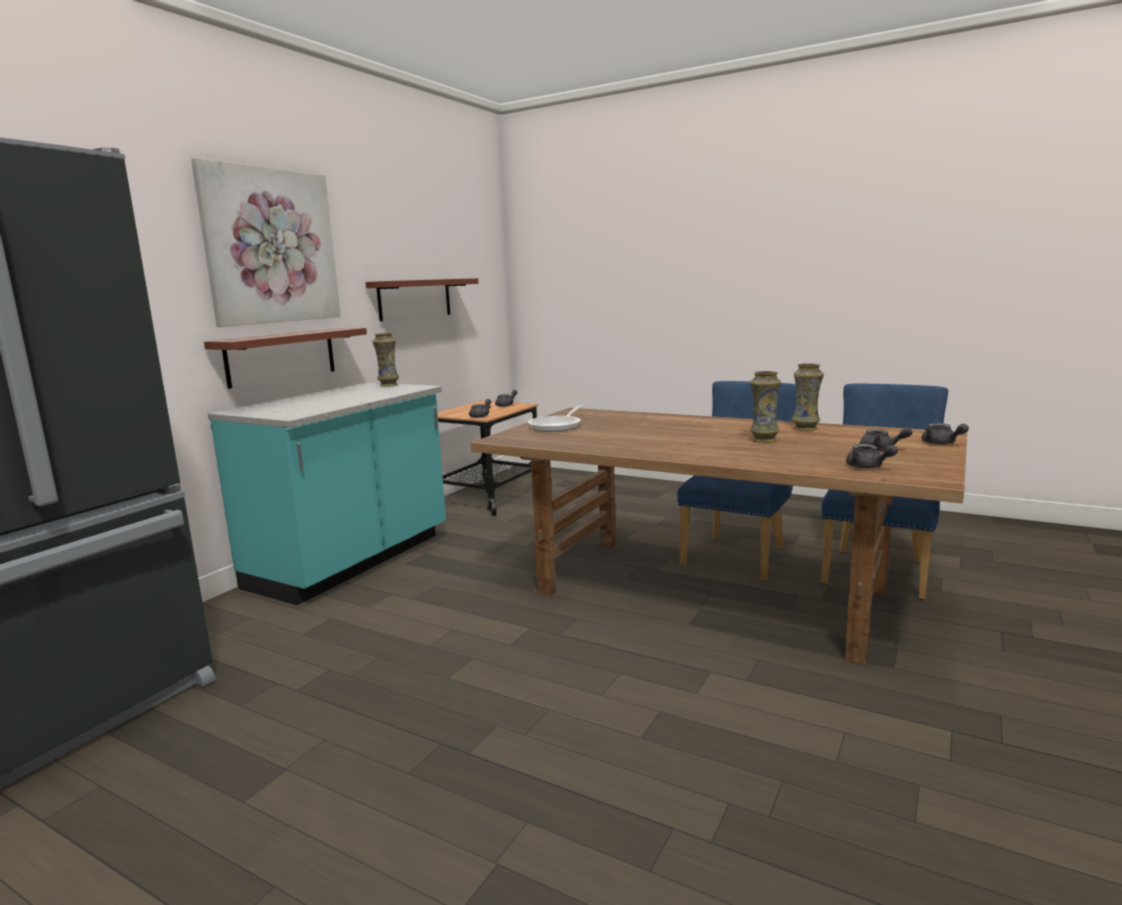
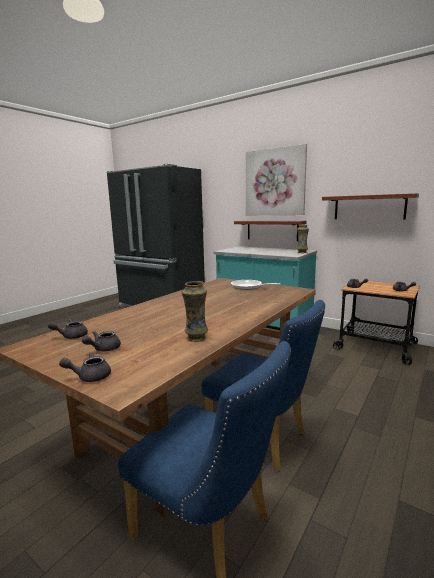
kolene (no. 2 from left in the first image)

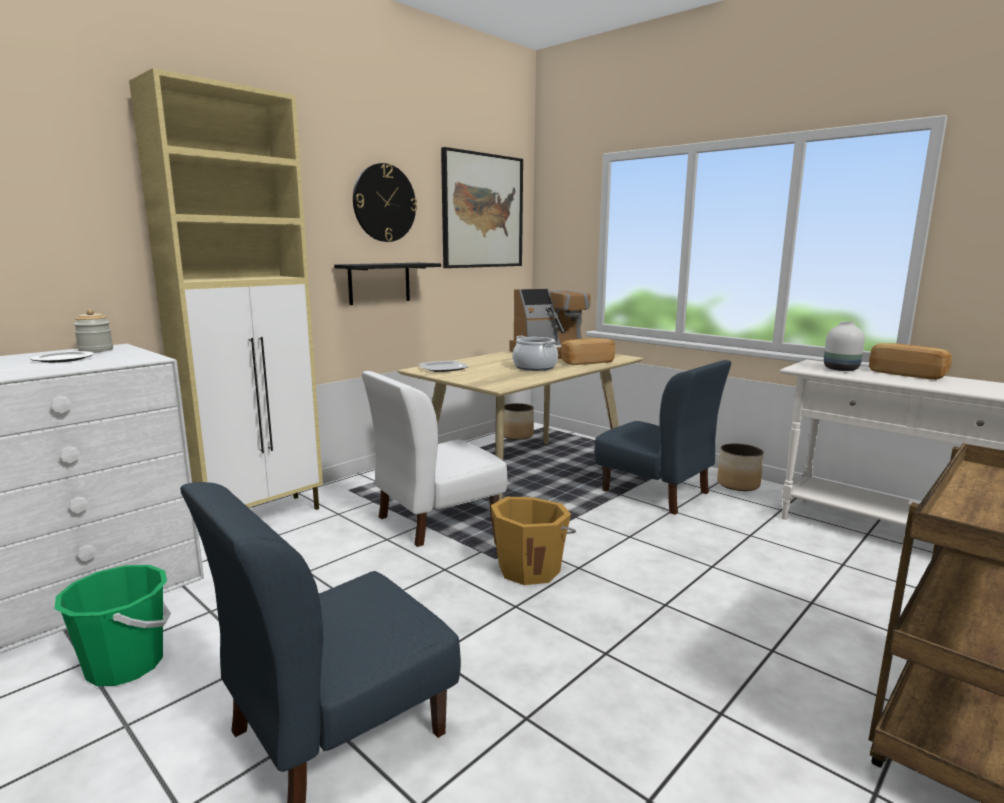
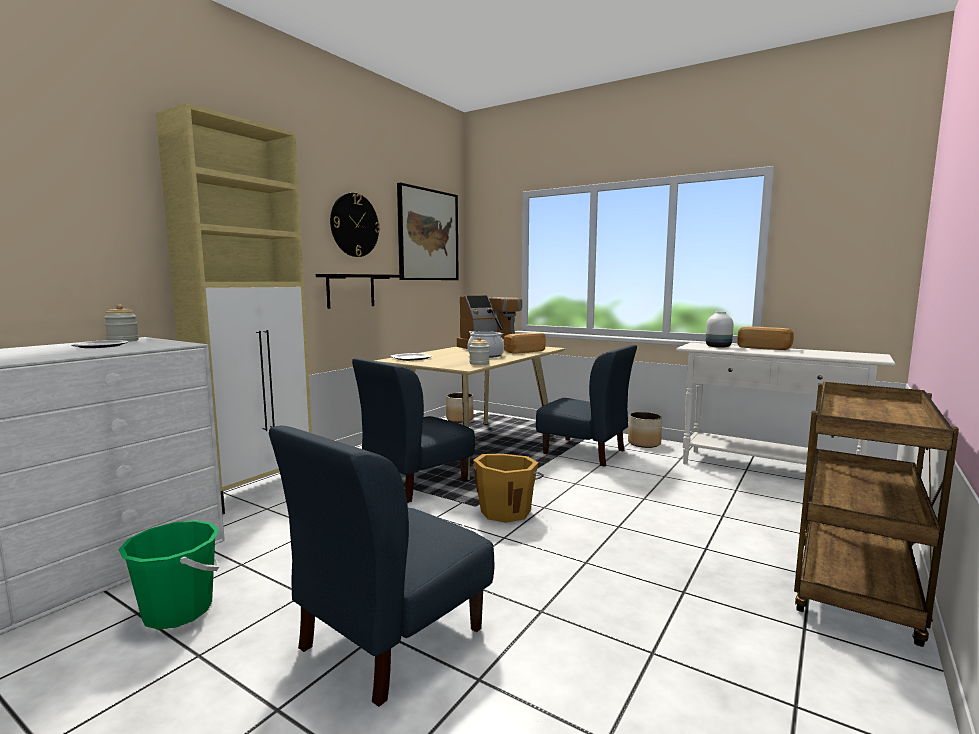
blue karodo (no. 2 from left)
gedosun (no. 2 from left)

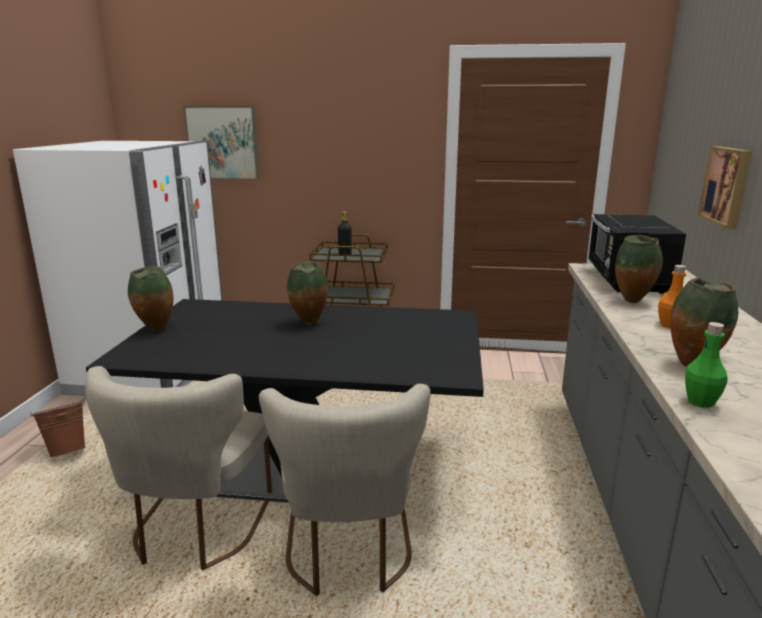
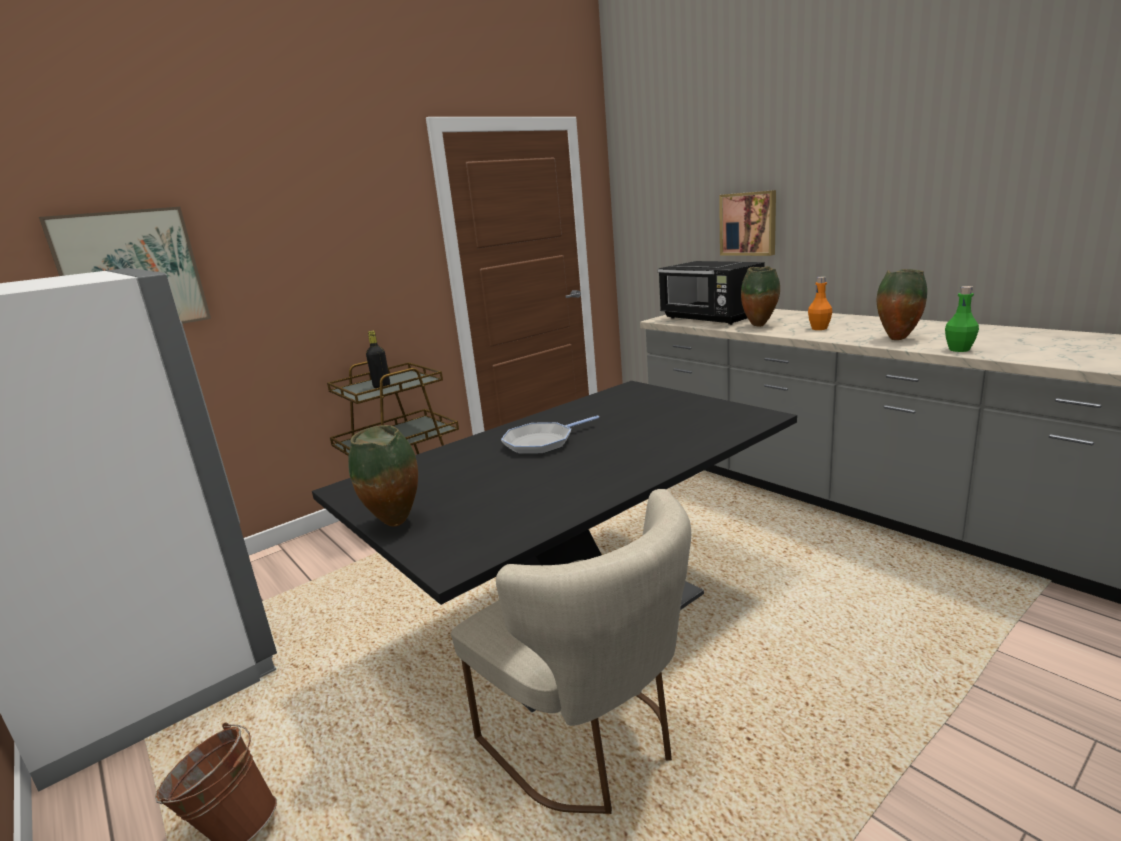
beige karodo (no. 2 from left in the first image)
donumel

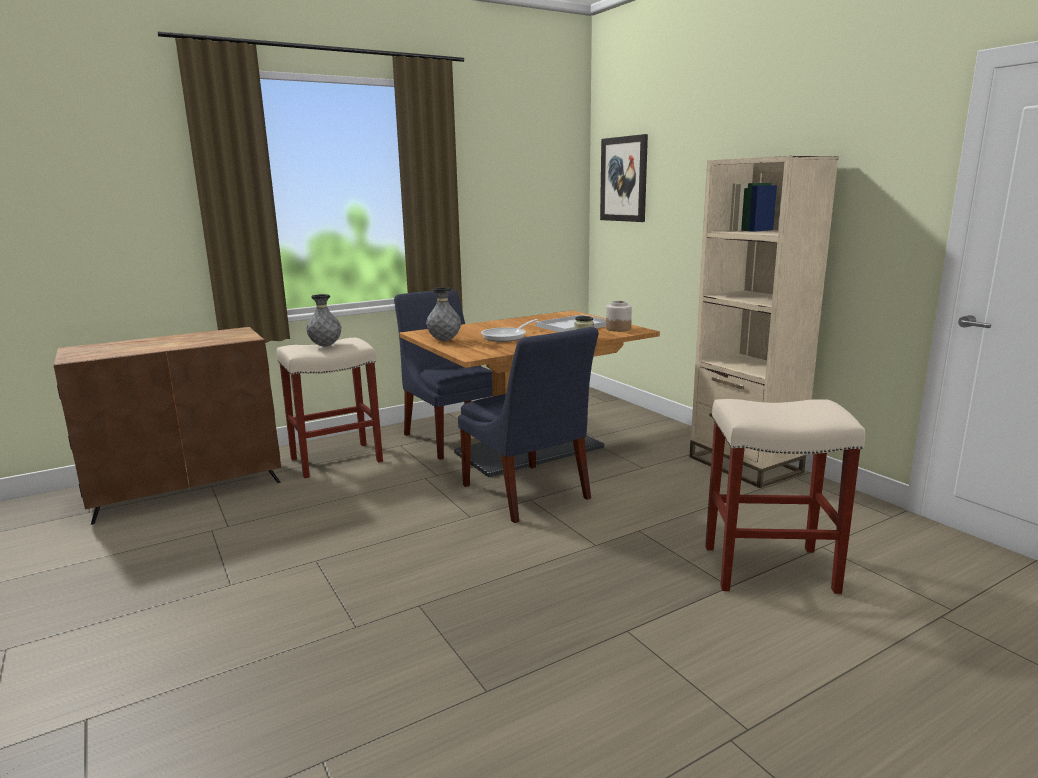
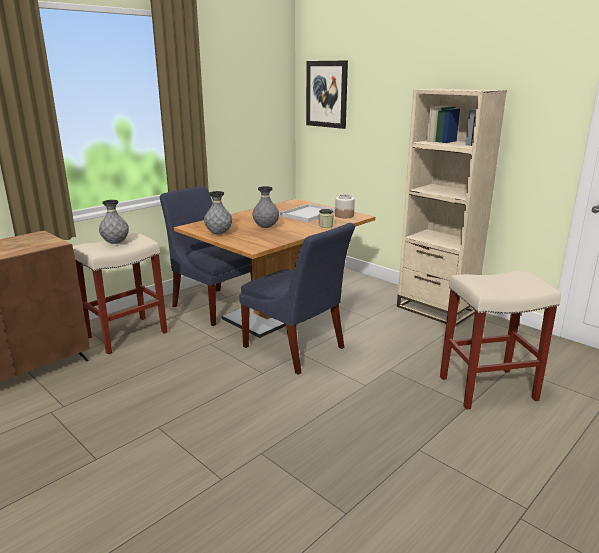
grey kolene (no. 3 from left)

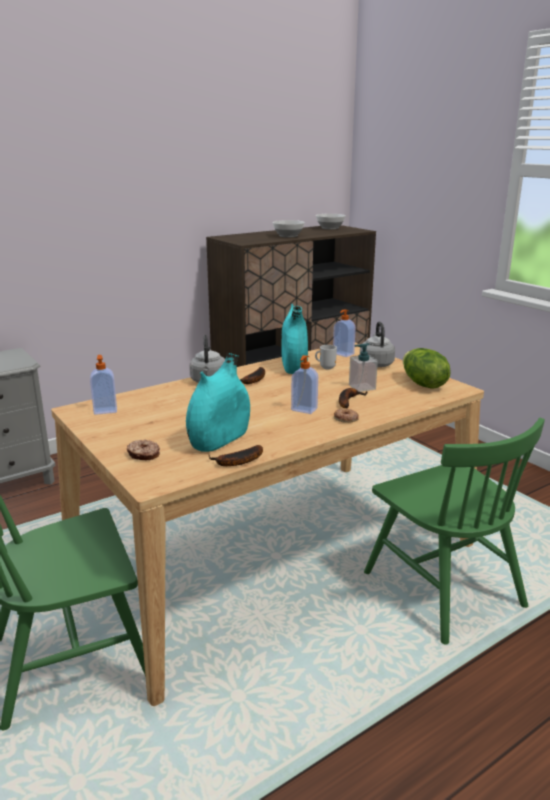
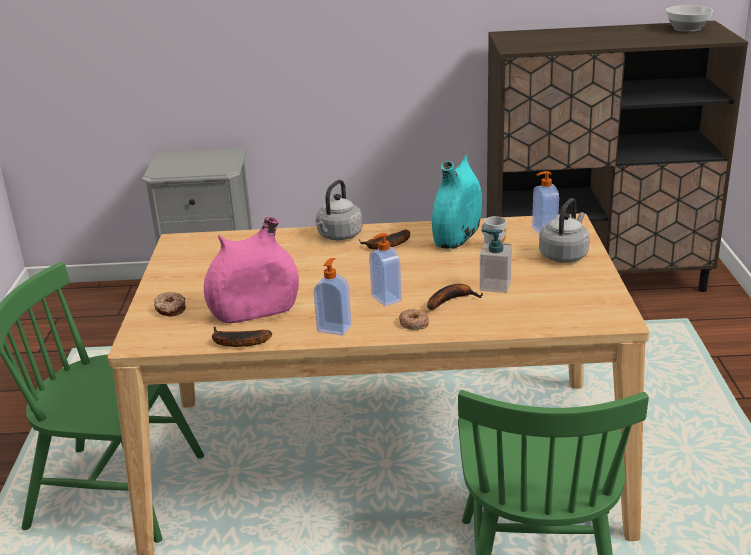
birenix (no. 1 from left)
pink kolene
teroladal (no. 1 from left in the first image)
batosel

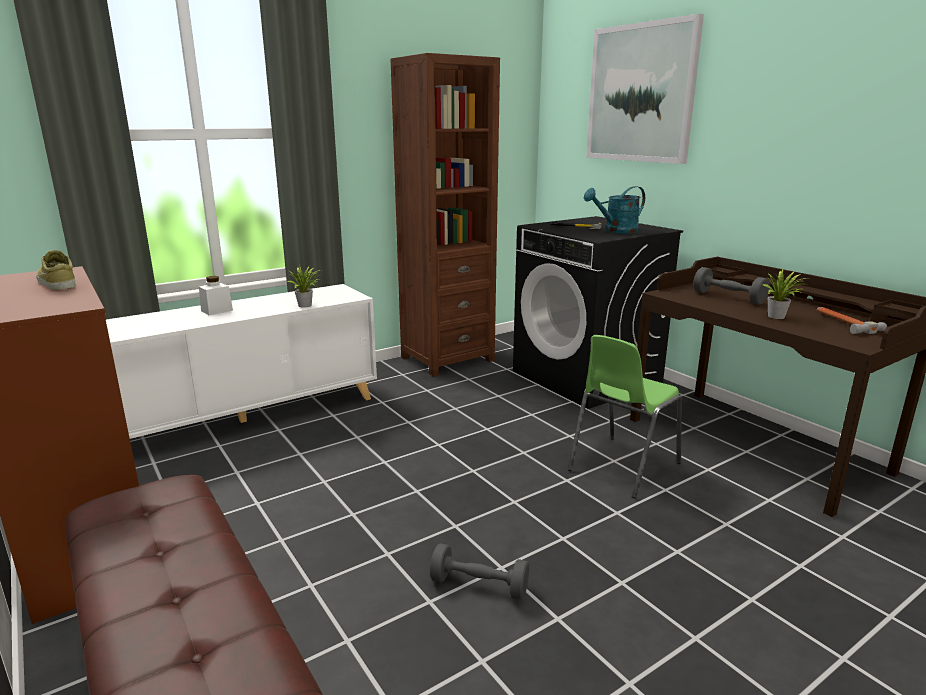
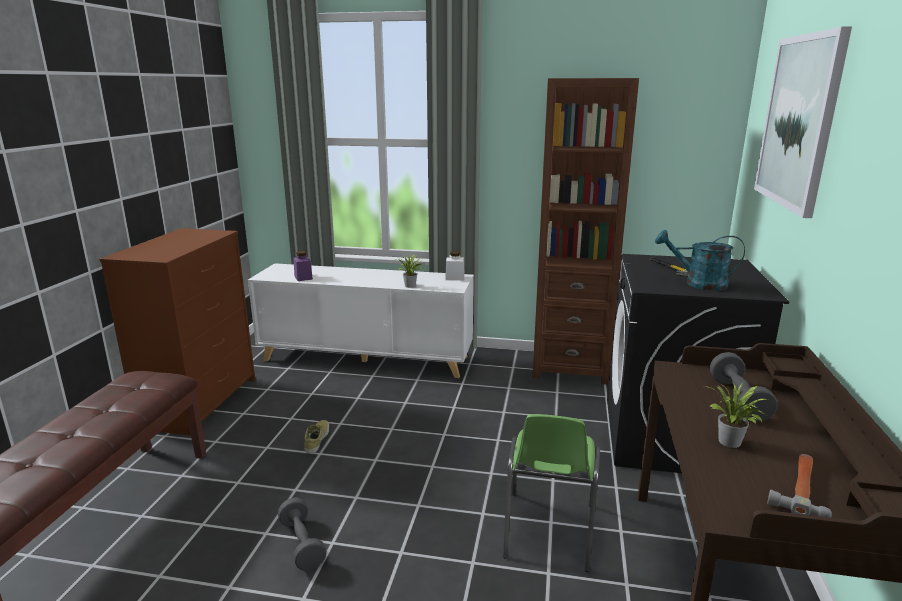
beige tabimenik
white gedosun
green karodo
purple gedosun

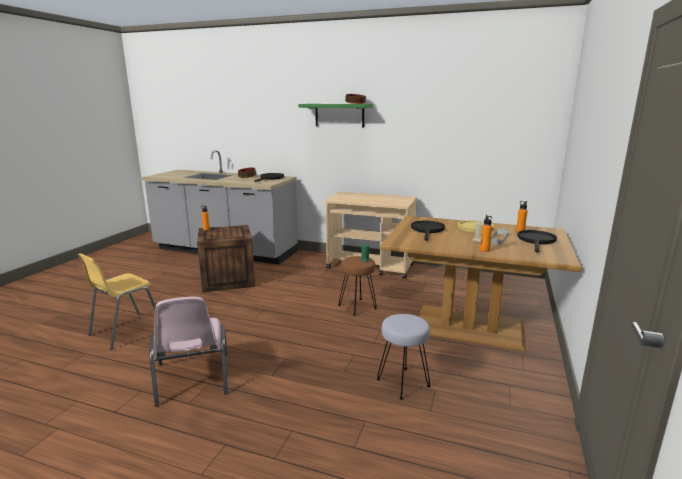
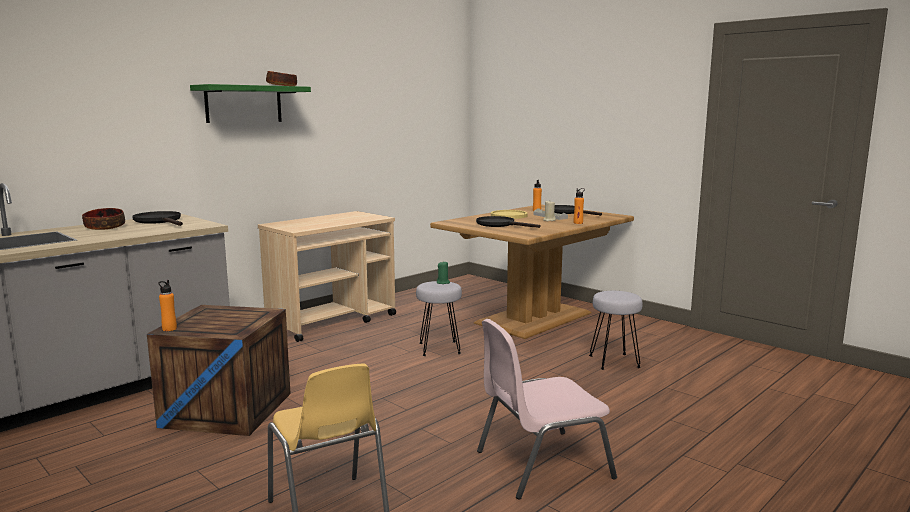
pink karodo
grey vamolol (no. 1 from left)

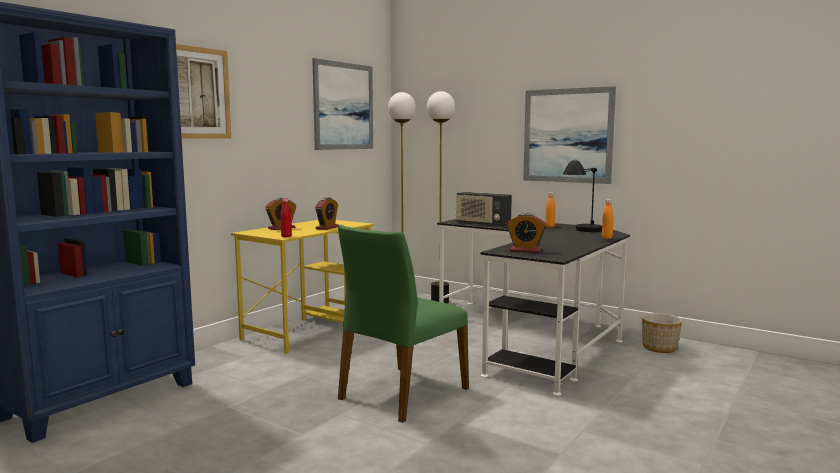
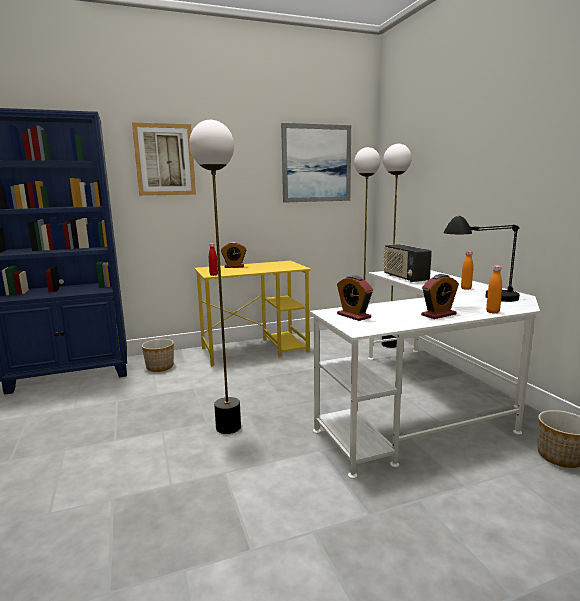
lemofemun (no. 3 from left)
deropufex (no. 1 from left)
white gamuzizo
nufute (no. 3 from left in the first image)
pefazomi (no. 1 from left)

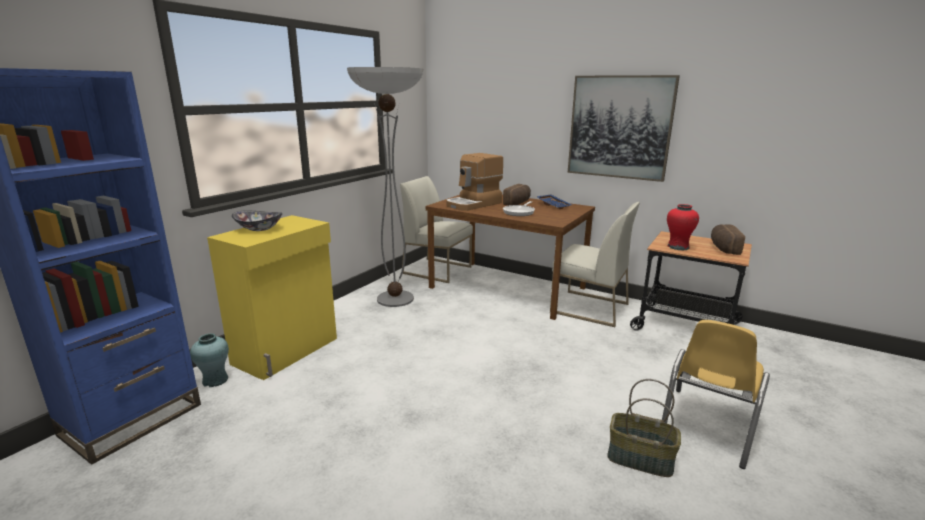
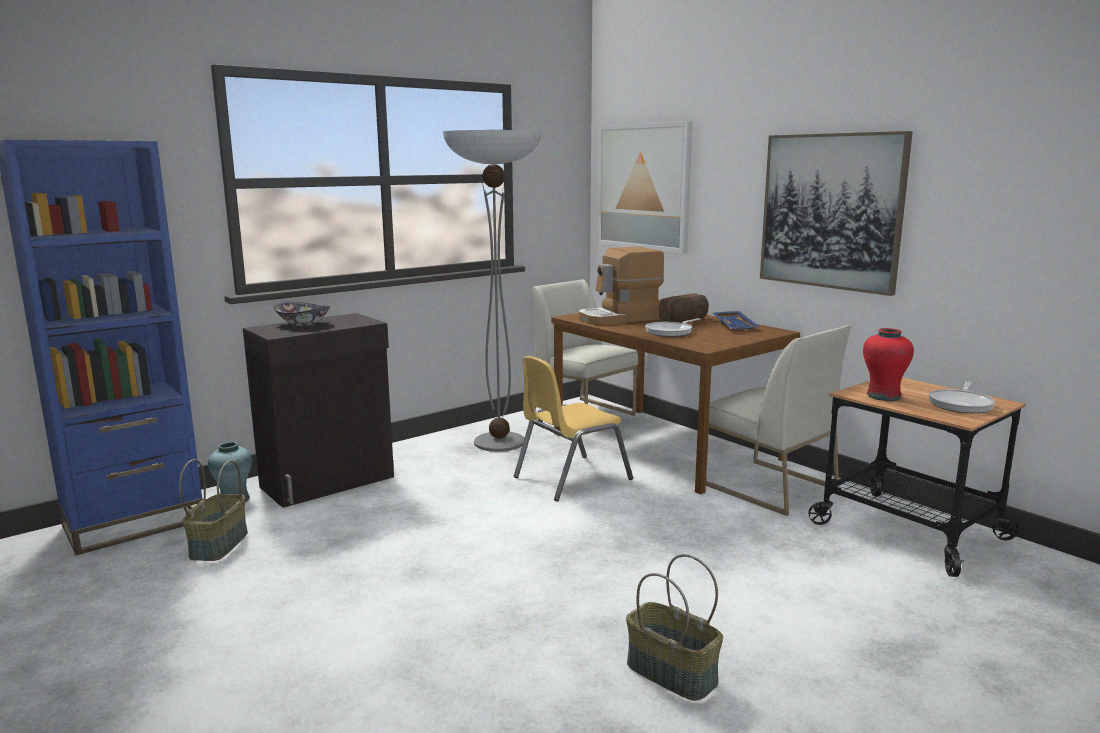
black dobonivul
yellow karodo
donumel (no. 2 from left)
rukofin (no. 1 from left)
nufute (no. 1 from left)

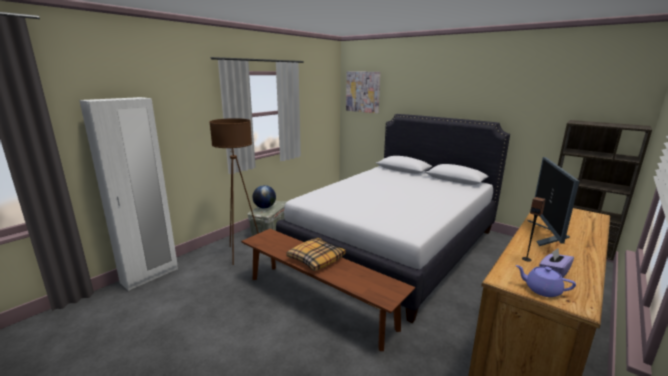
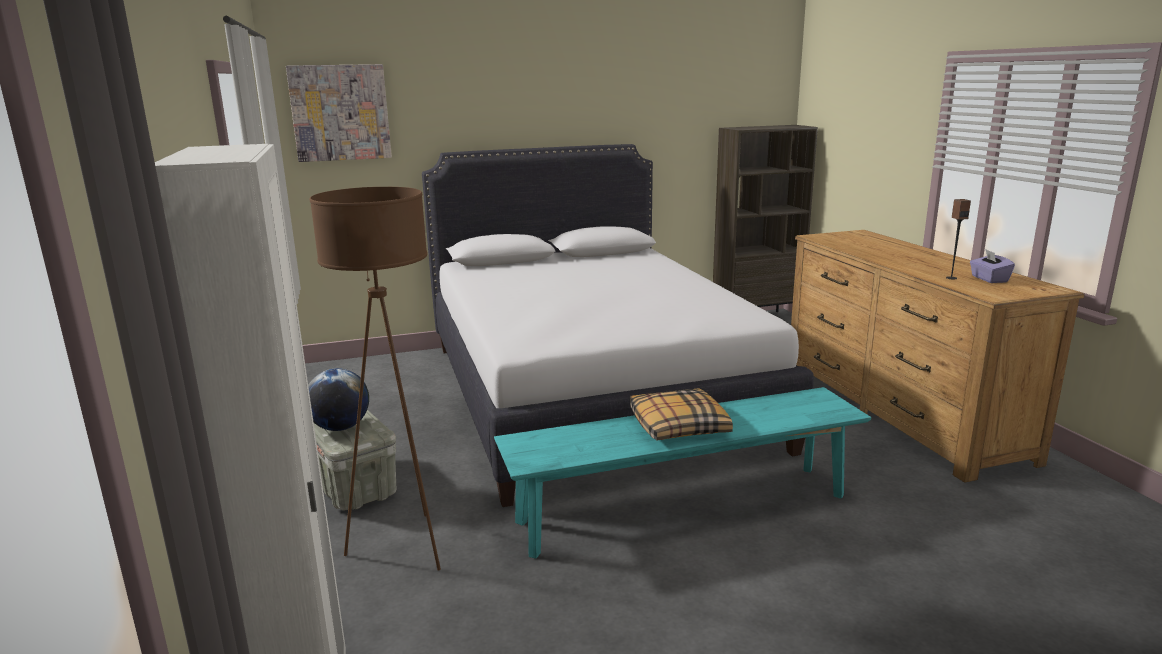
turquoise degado
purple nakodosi
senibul

